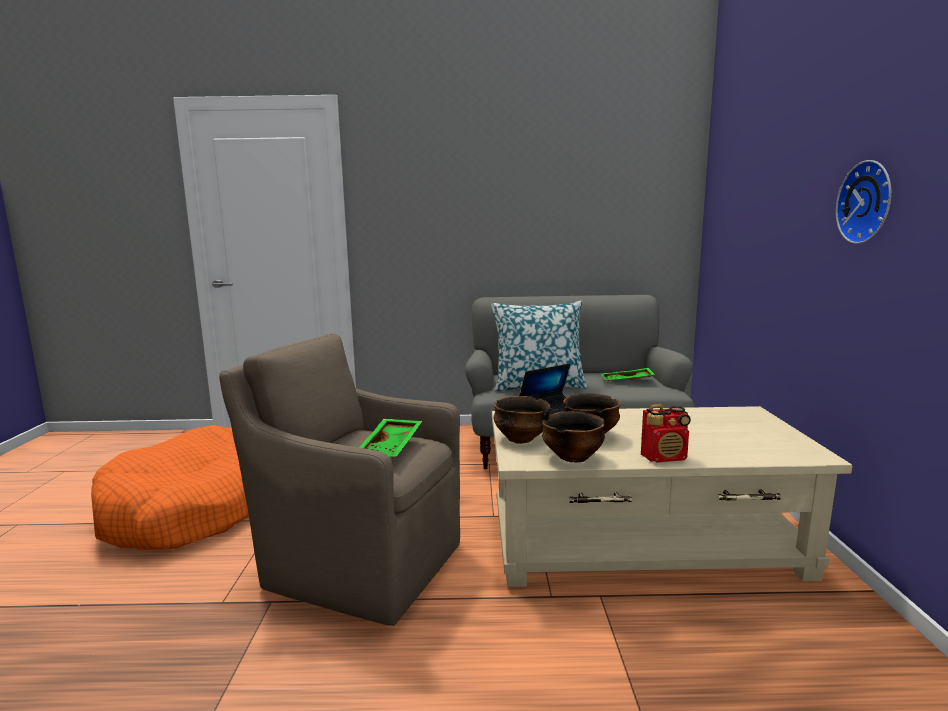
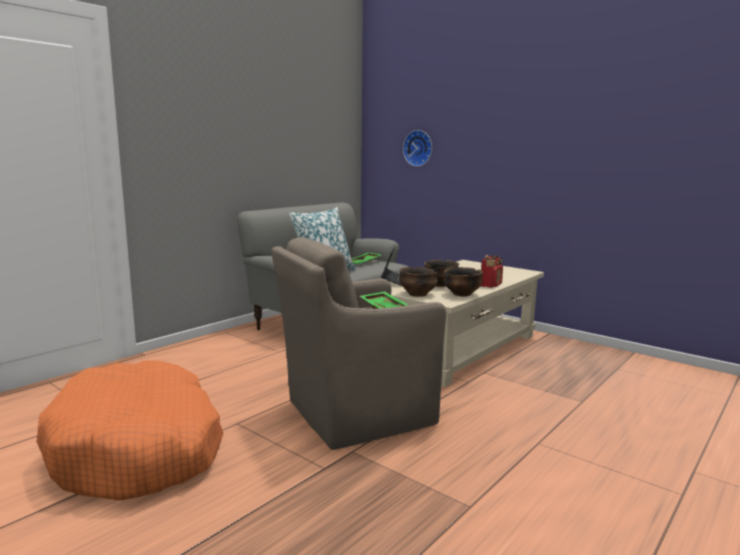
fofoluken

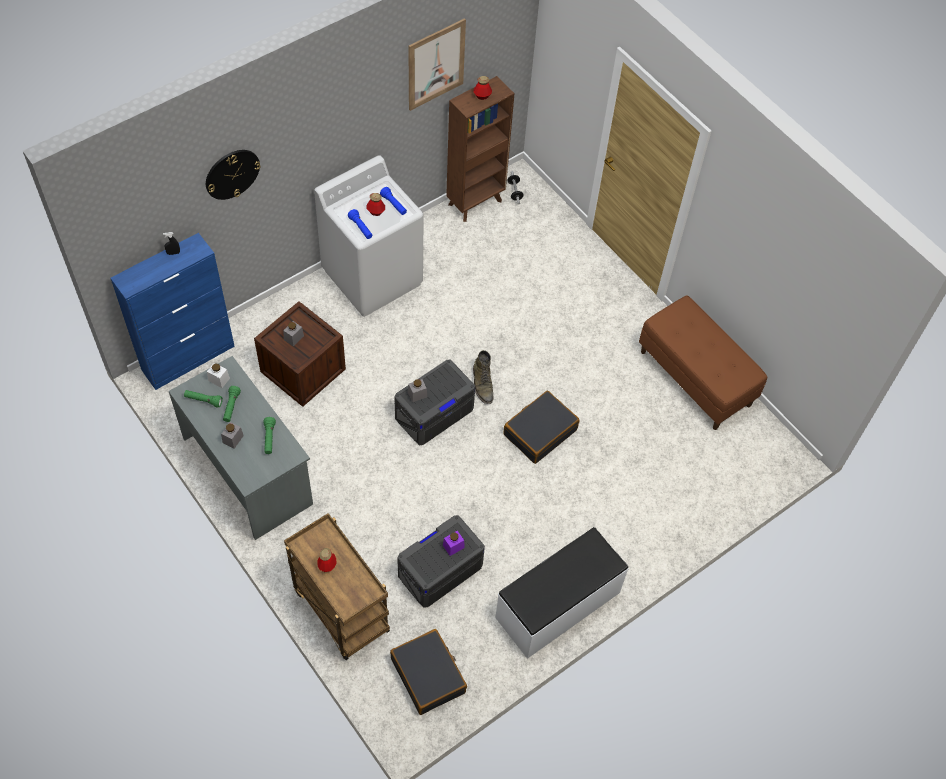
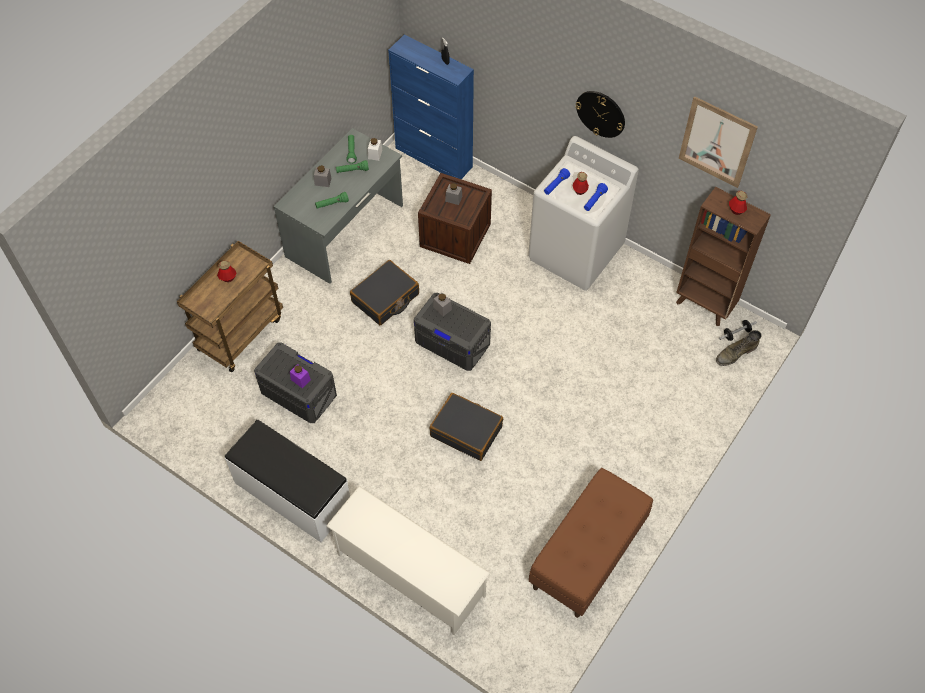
fofoluken
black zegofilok (no. 1 from left)
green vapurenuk
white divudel

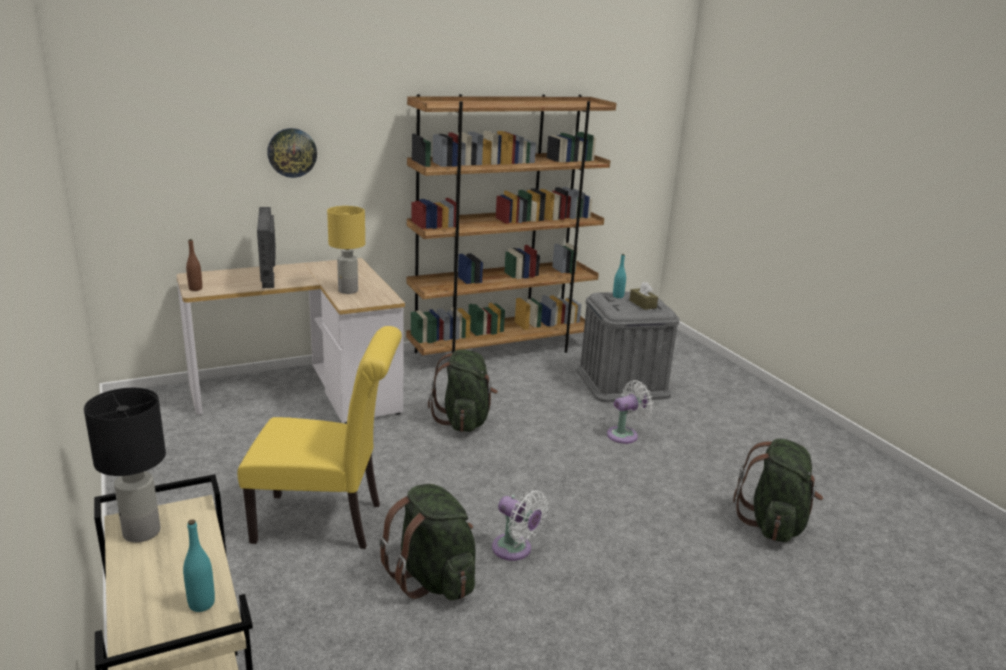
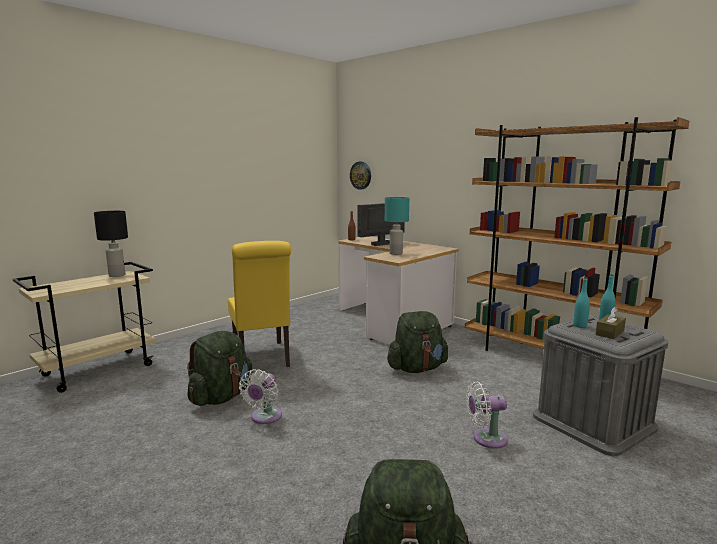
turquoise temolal (no. 1 from left)
fofoluken
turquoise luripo
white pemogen (no. 2 from left)

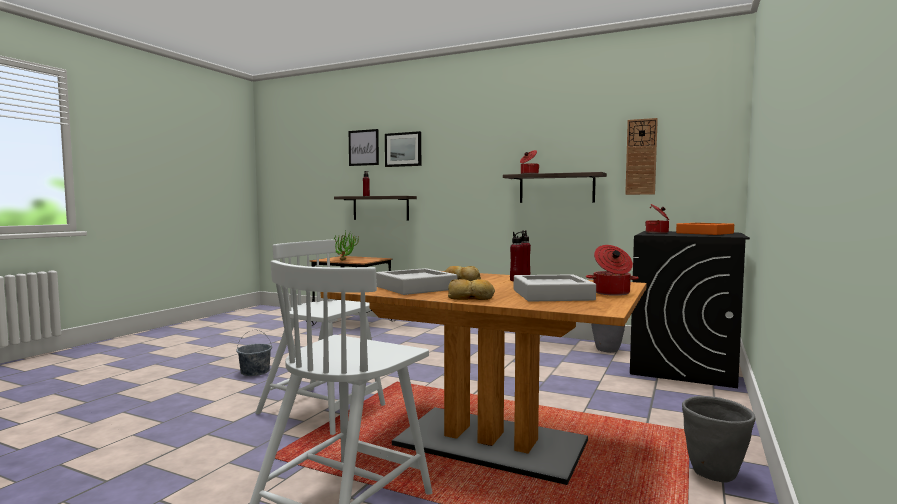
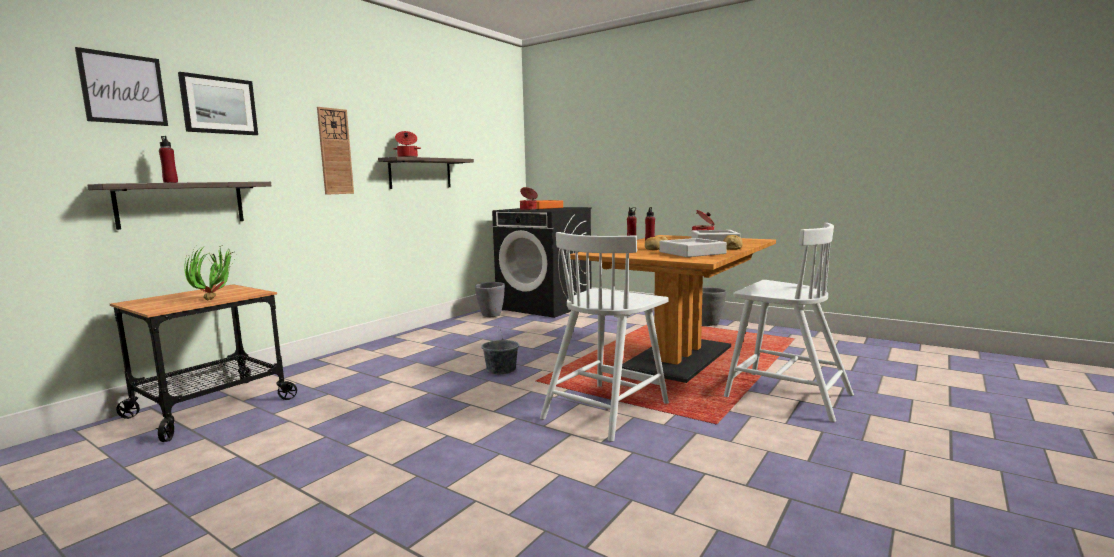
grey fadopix
fofoluken

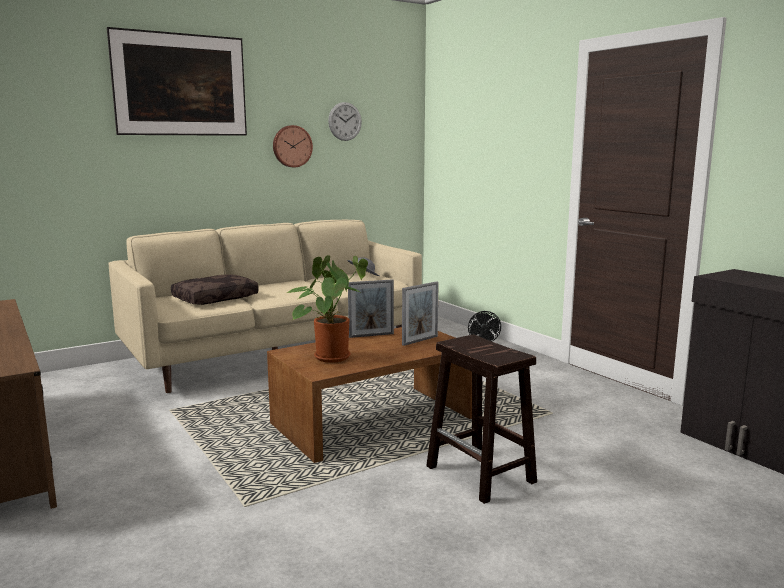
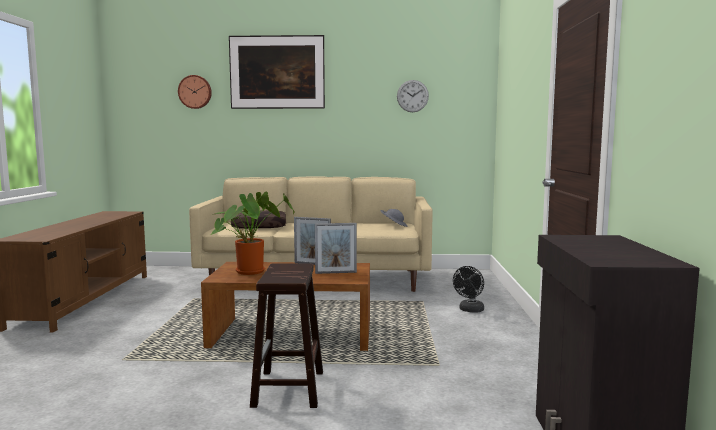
fofoluken (no. 1 from left)

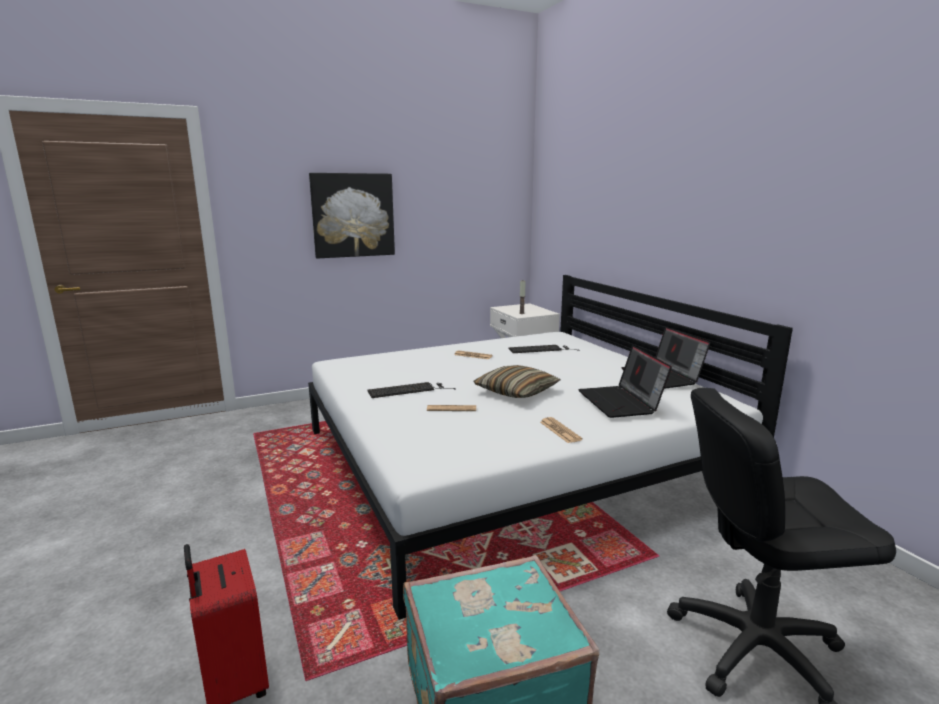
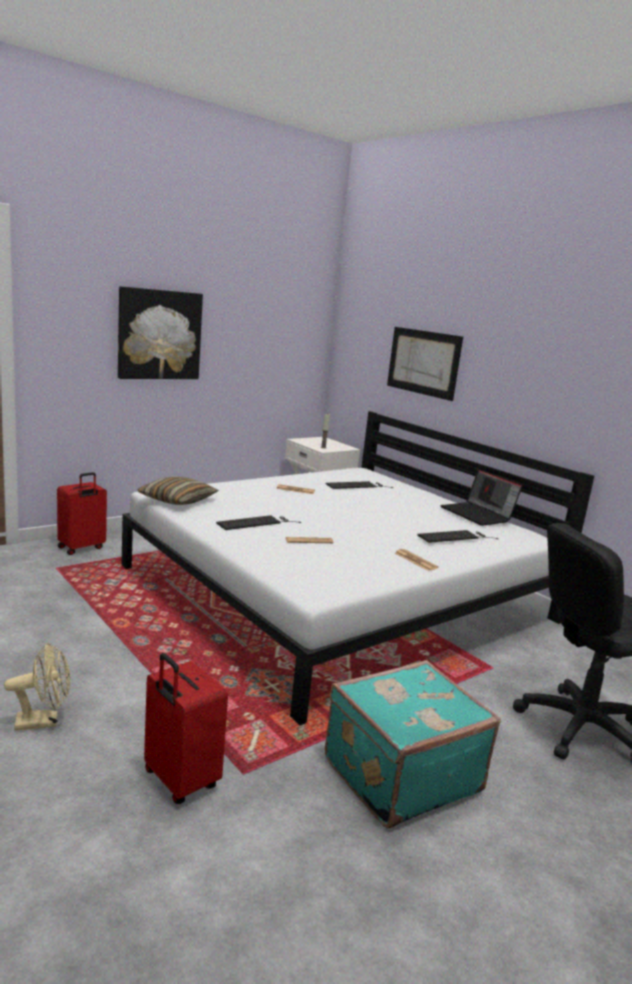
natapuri
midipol (no. 3 from left)
beige pemogen
red zegofilok (no. 1 from left)
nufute (no. 2 from left)

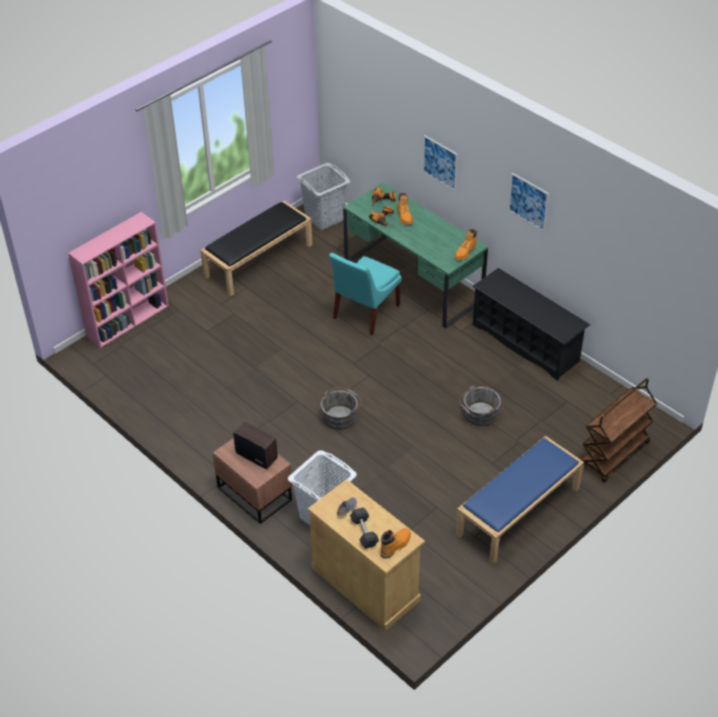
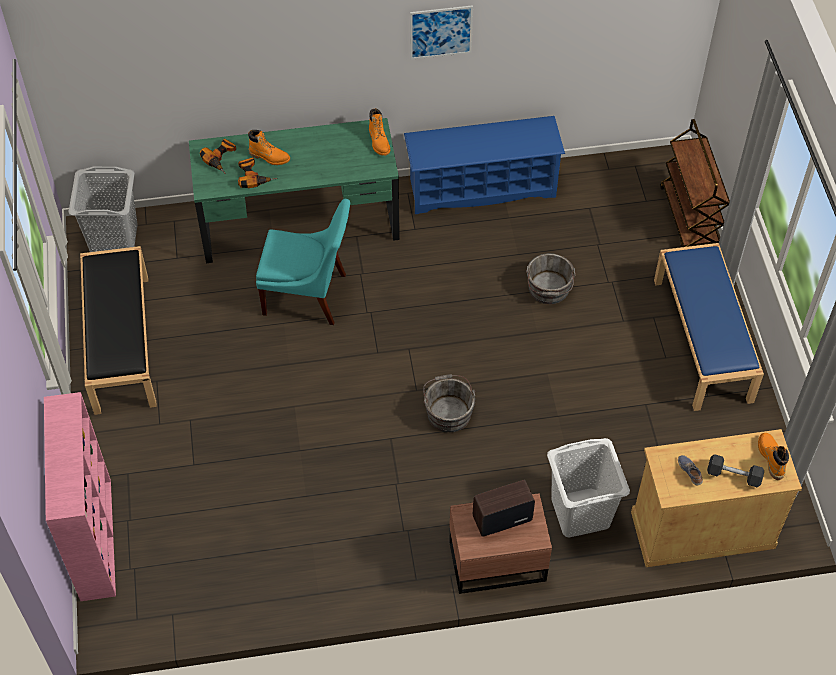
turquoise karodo
nufute (no. 1 from left in the first image)
blue divudel

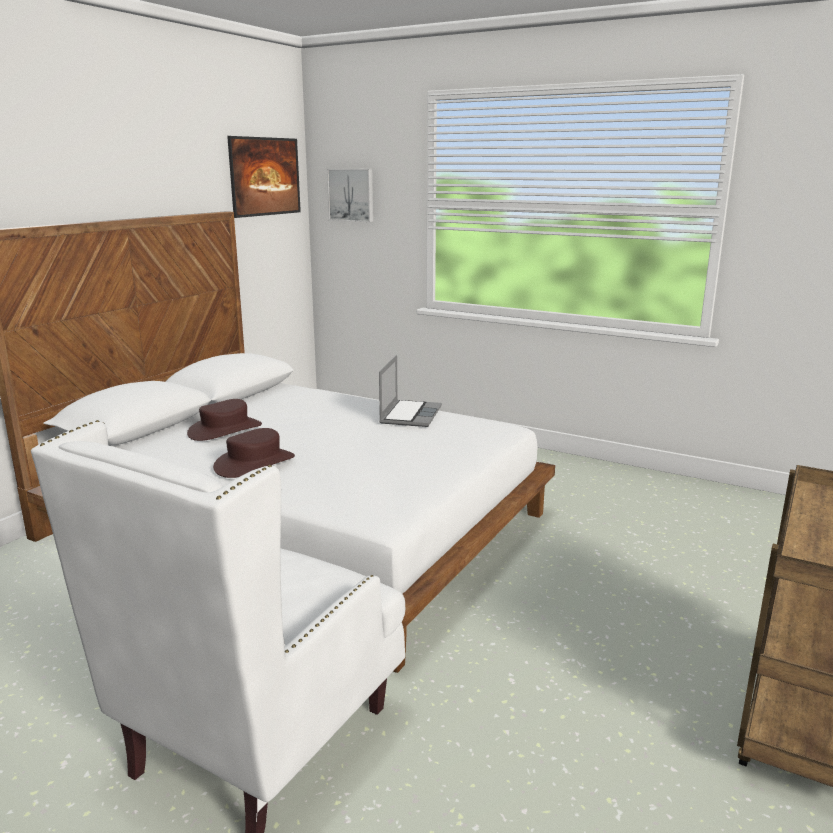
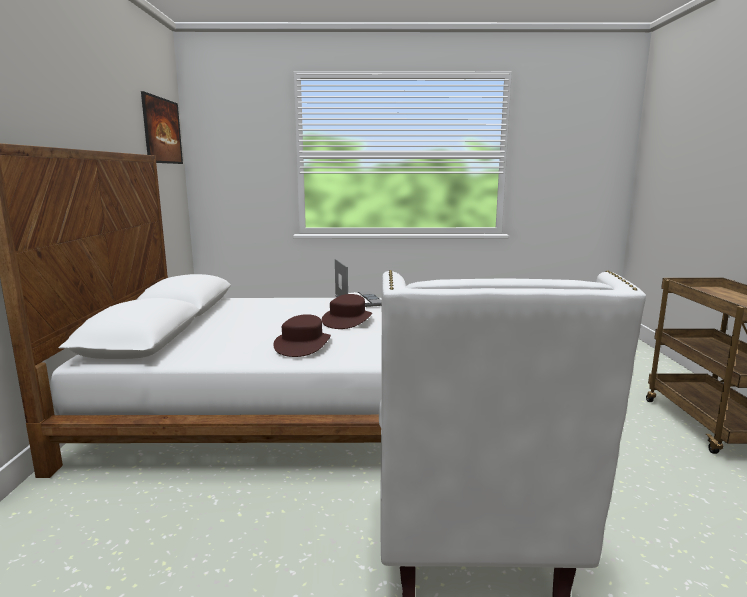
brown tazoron (no. 2 from left)
nufute (no. 2 from left in the first image)

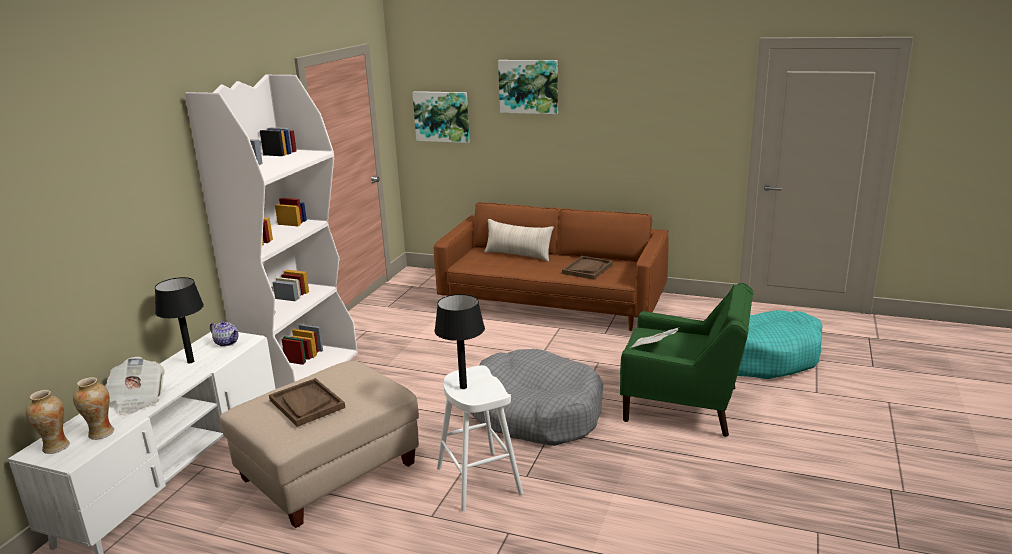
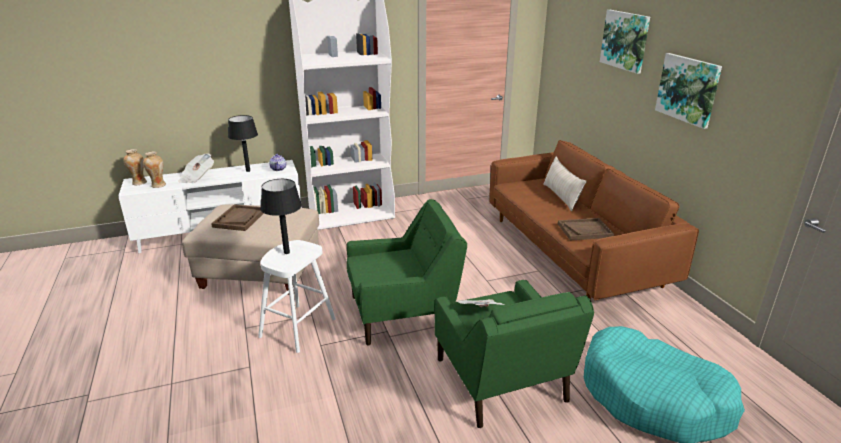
nufute (no. 2 from left)
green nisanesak (no. 1 from left)

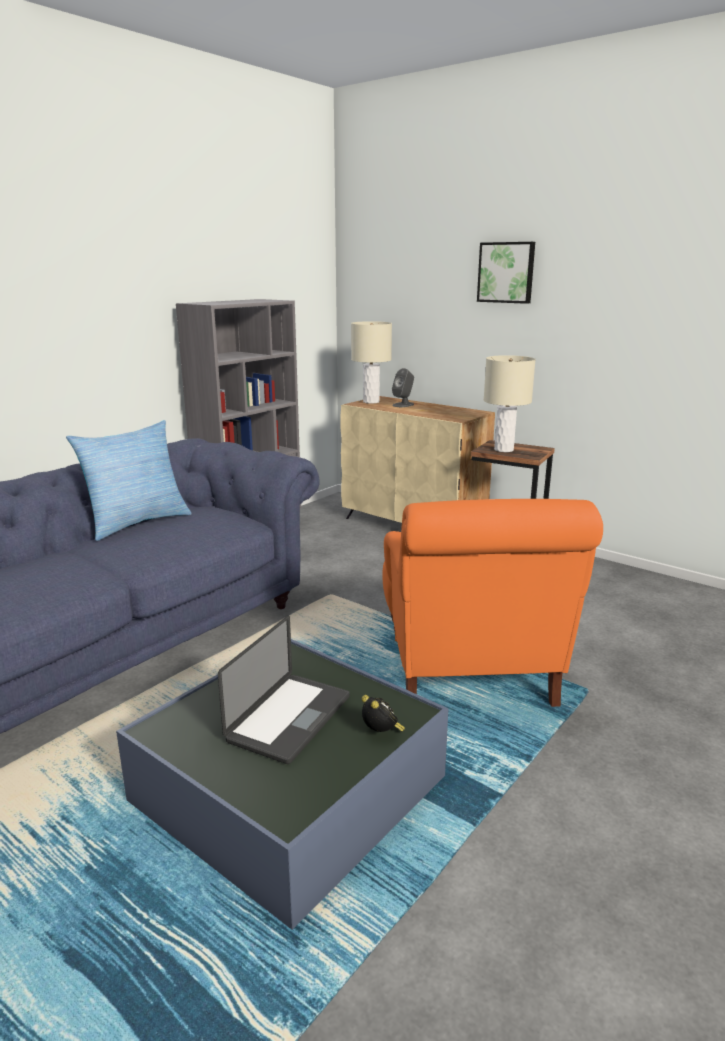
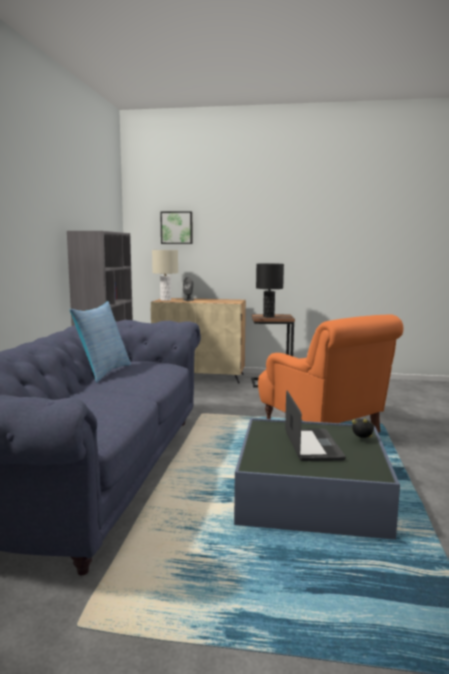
nufute
black luripo

